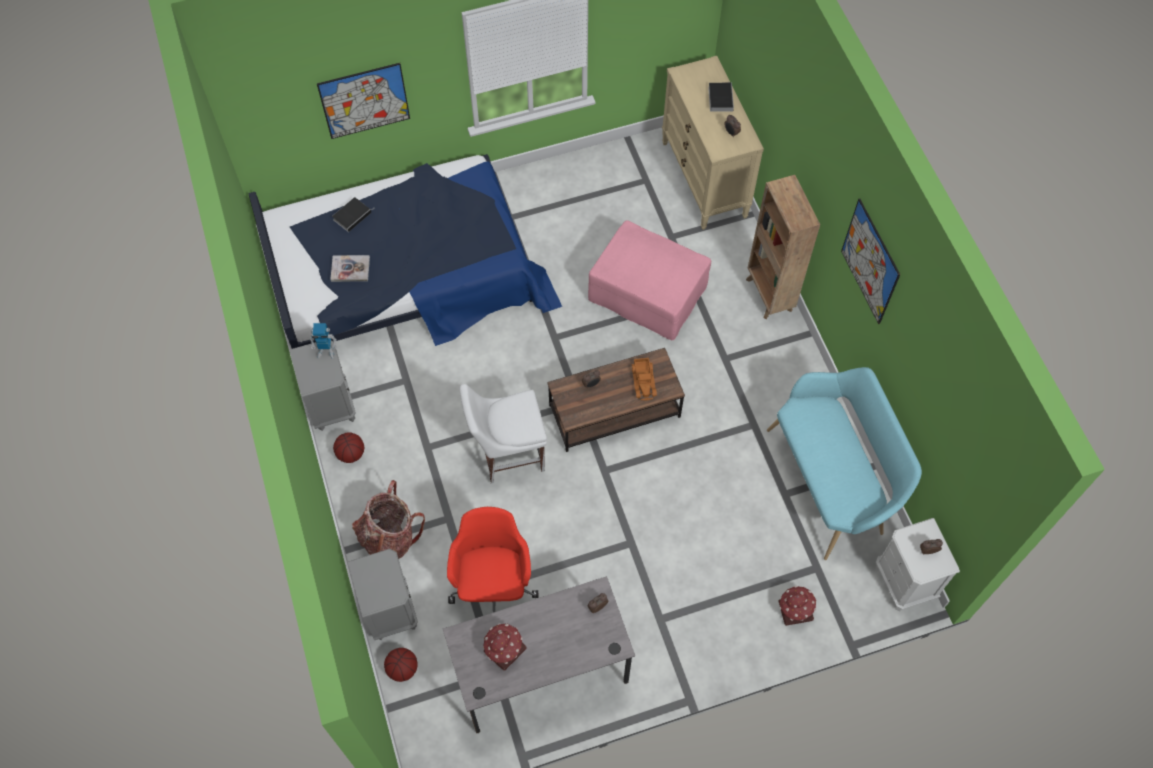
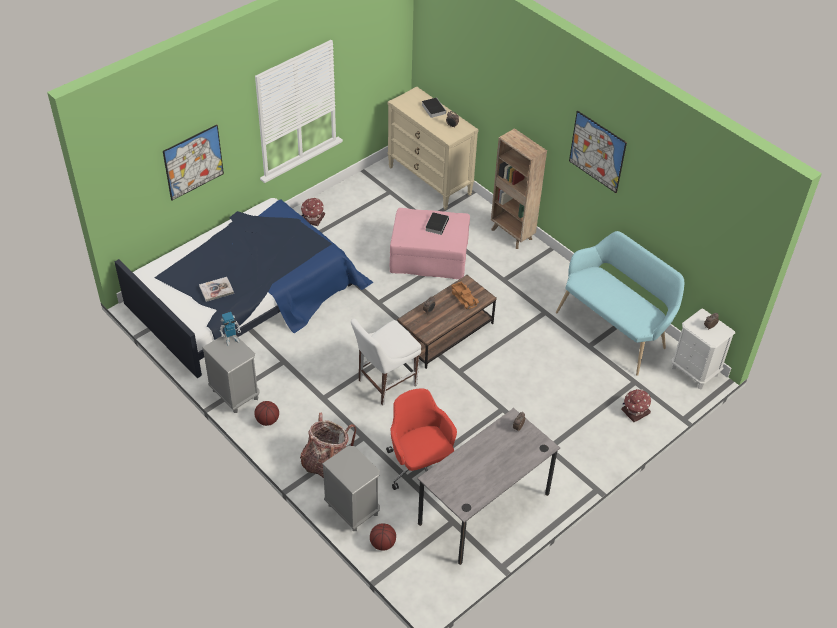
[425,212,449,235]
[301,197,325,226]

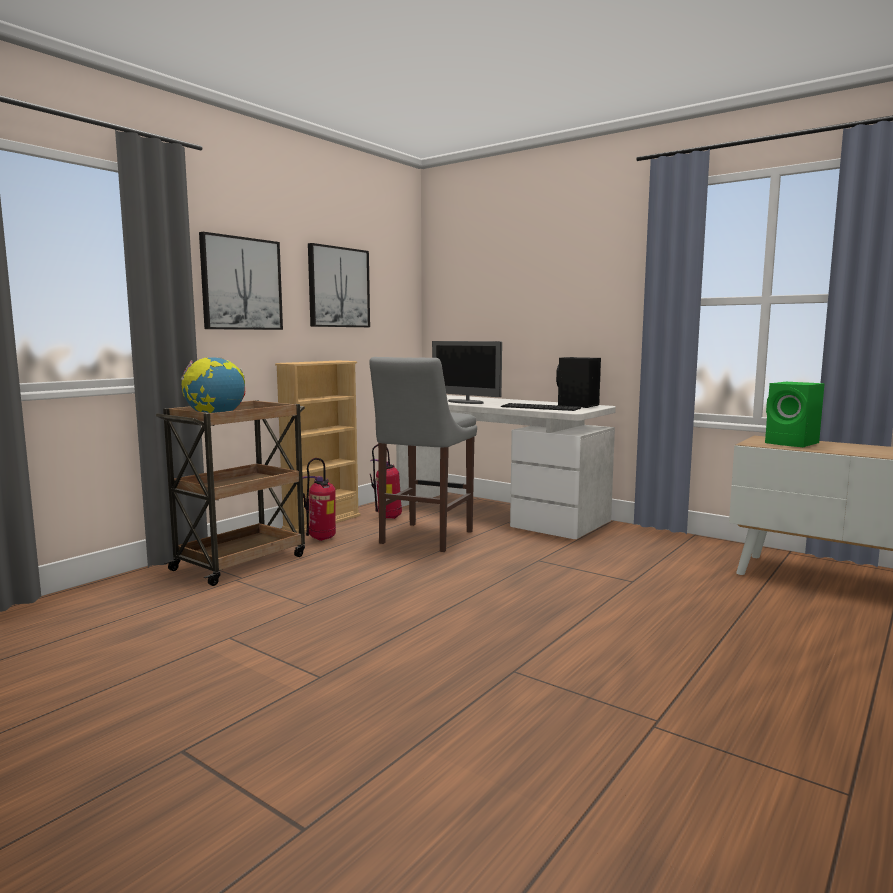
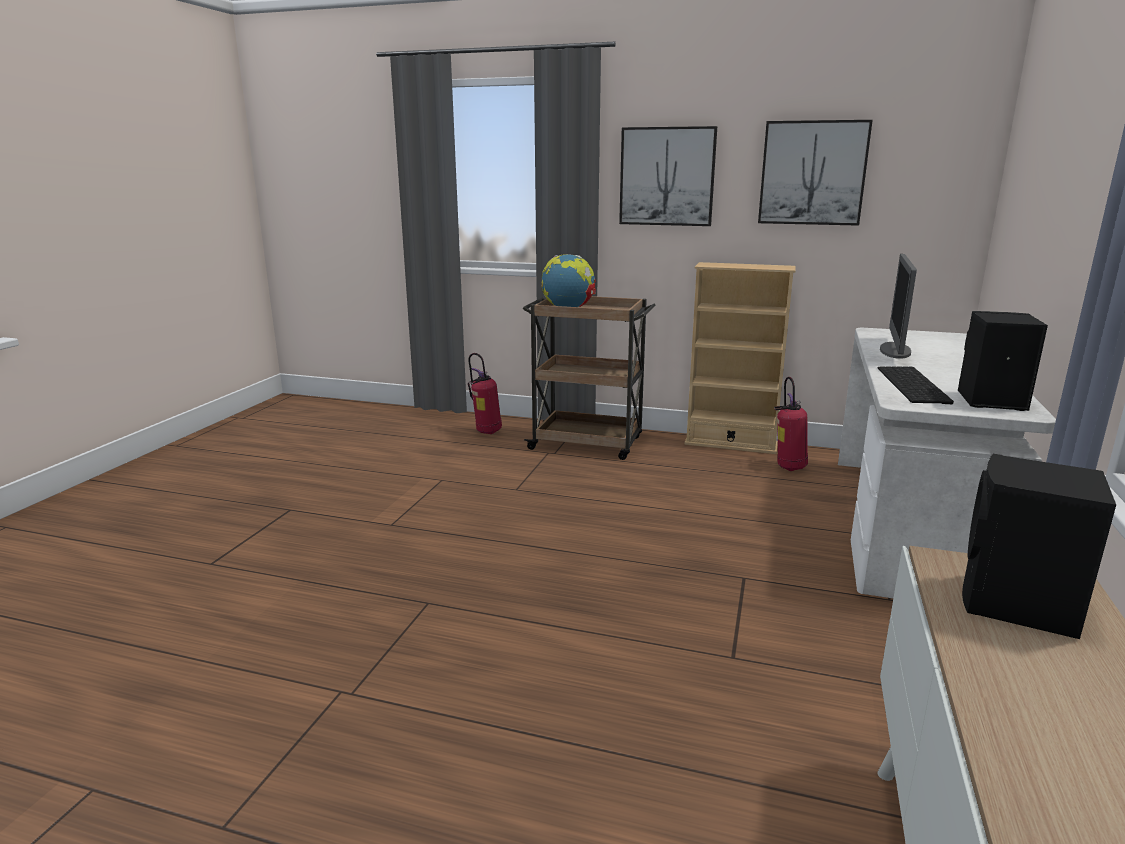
[369,357,477,552] (first image)
[468,353,502,434]
[962,454,1116,639]

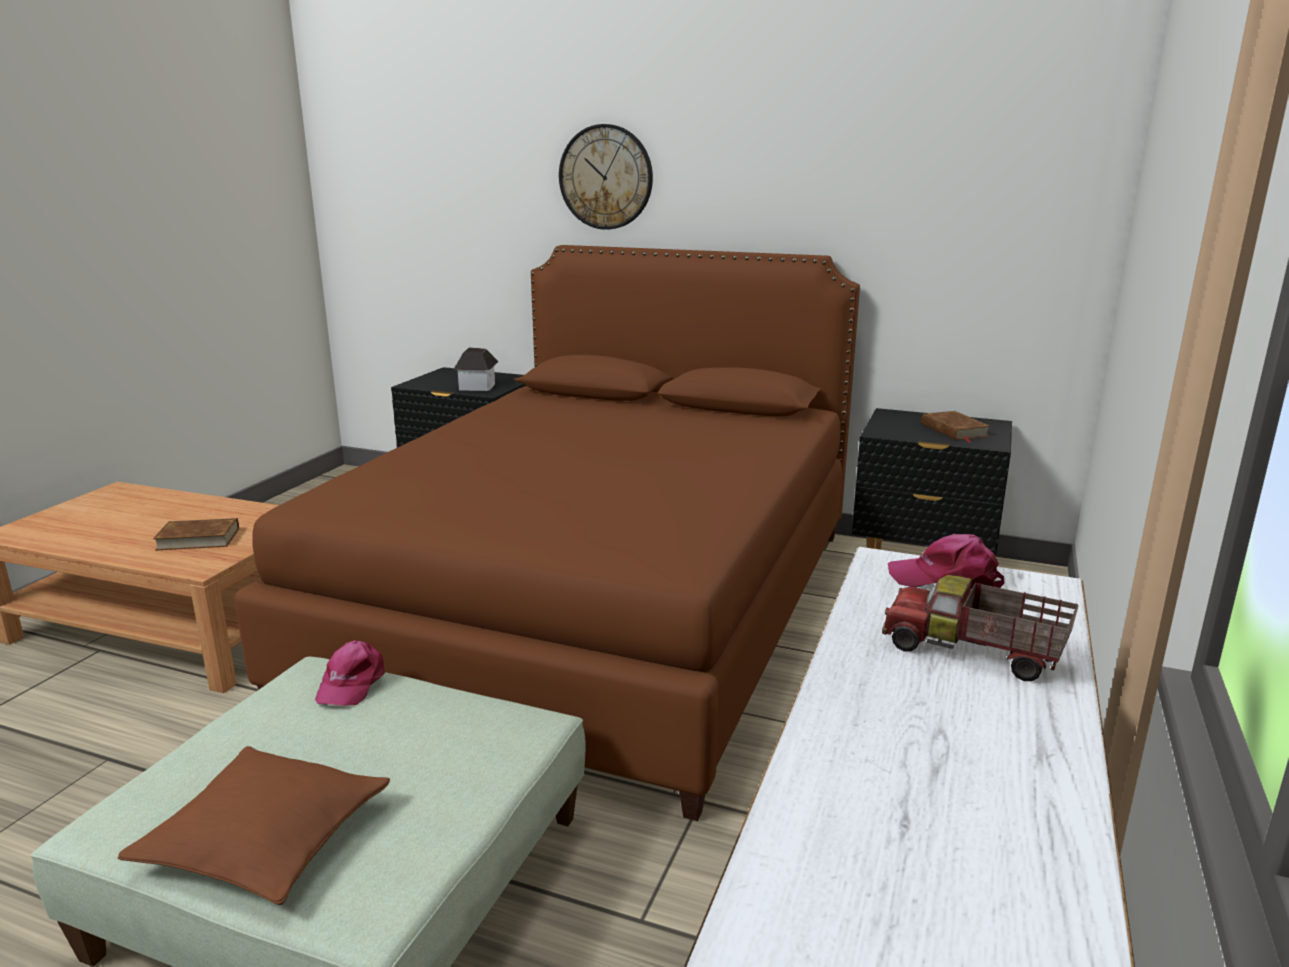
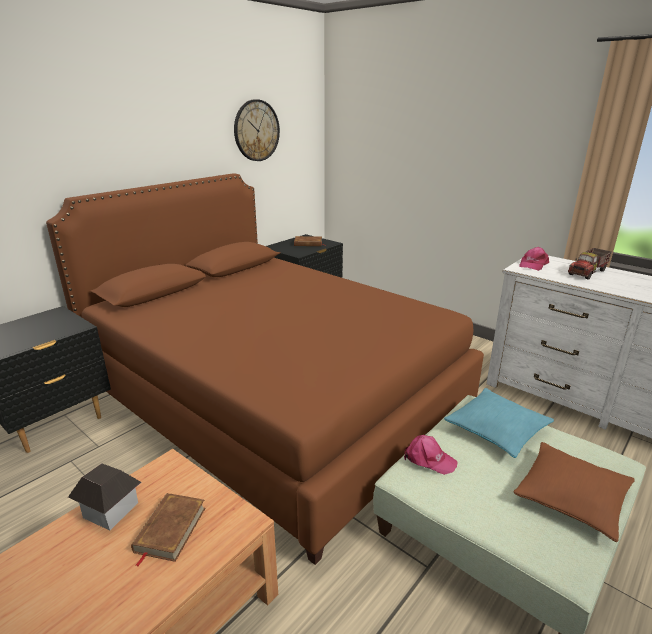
[444,388,554,458]
[68,464,142,530]
[234,99,280,161]

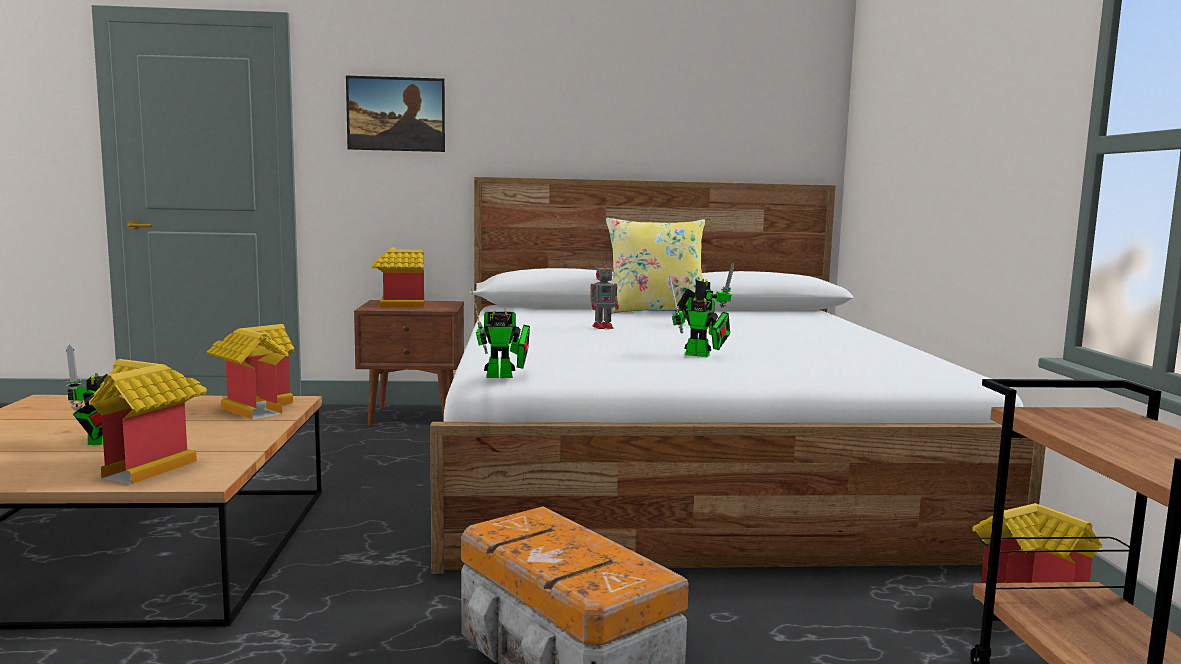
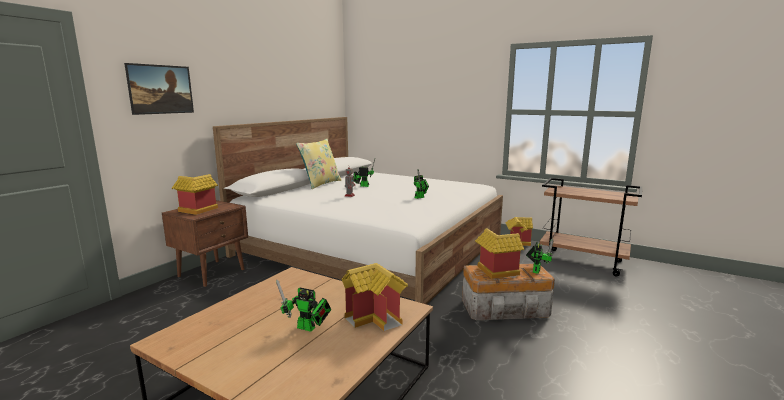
[475,229,524,279]
[526,239,553,274]

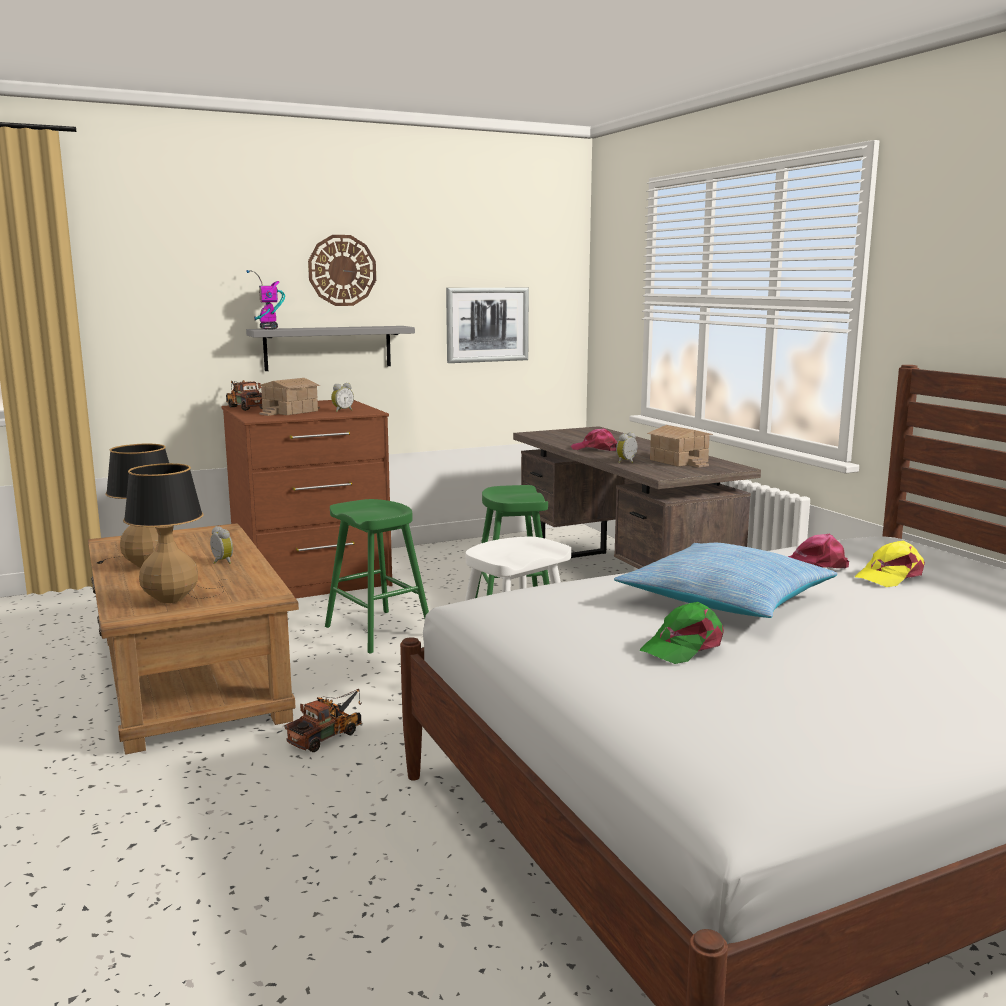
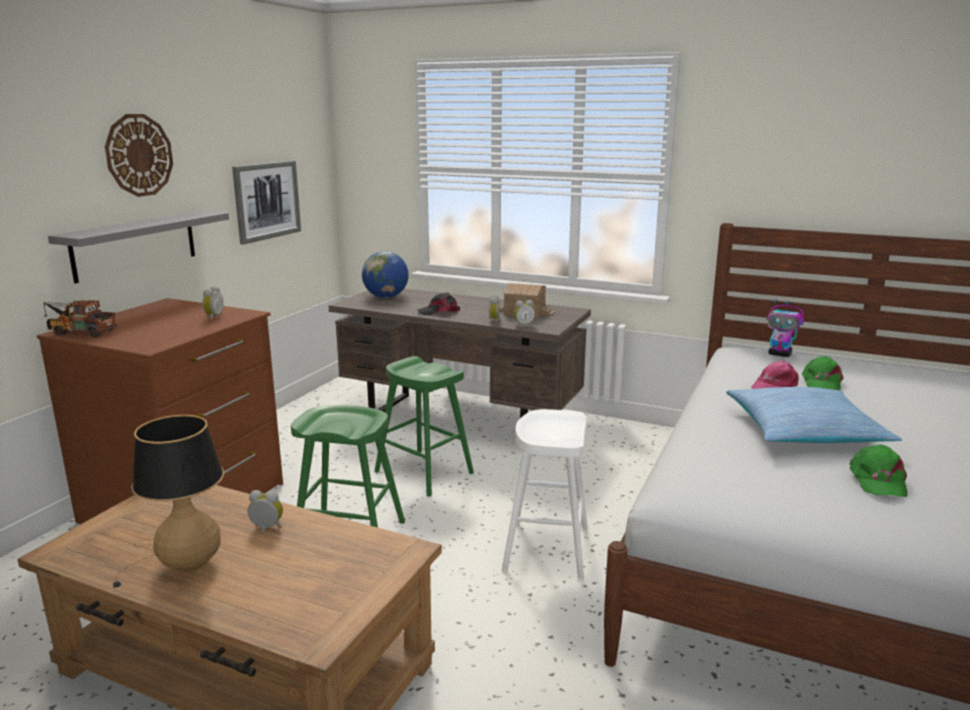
[123,463,230,603] (first image)
[259,378,320,416] (first image)
[285,689,362,752] (first image)
[362,251,409,298]
[513,300,535,327]
[767,300,804,357]
[417,292,460,315]
[802,356,844,390]

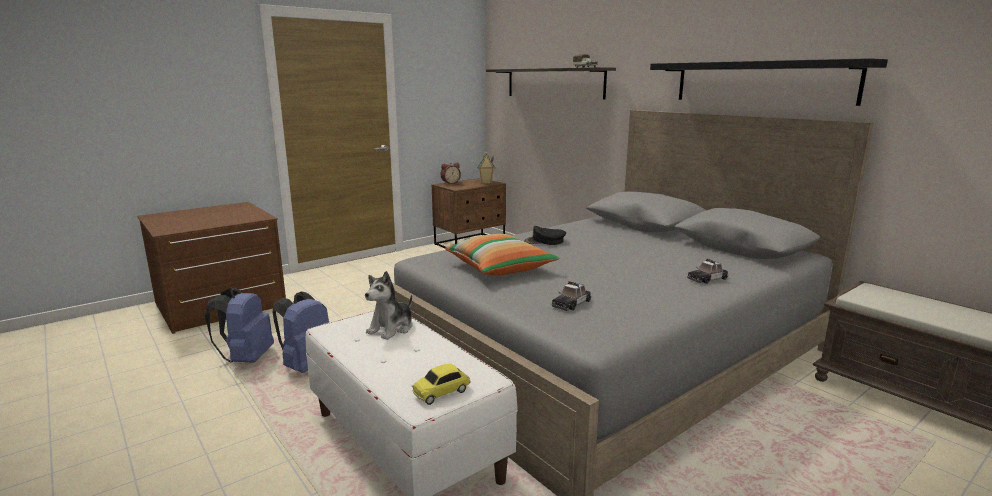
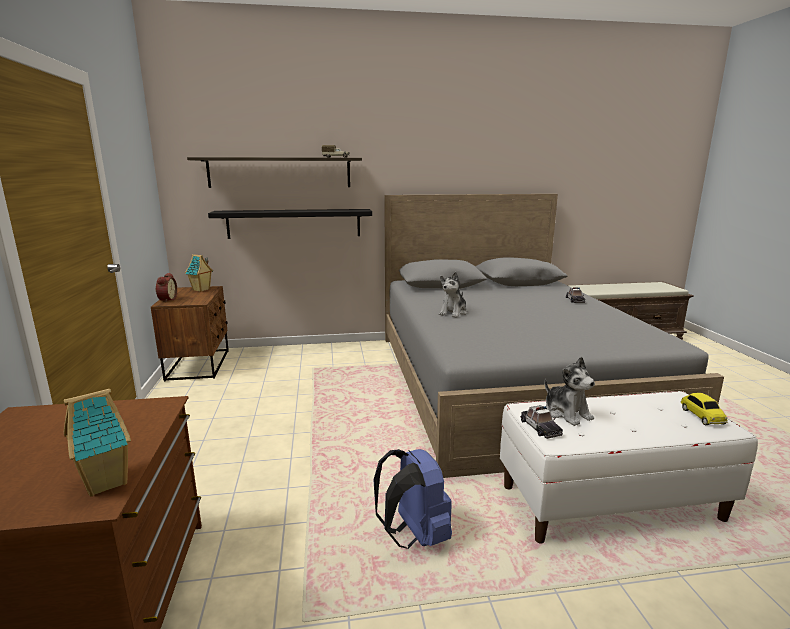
[205,288,274,363] (first image)
[445,234,559,276] (first image)
[64,389,131,497]
[520,405,563,439]
[208,209,372,239]
[439,272,467,318]

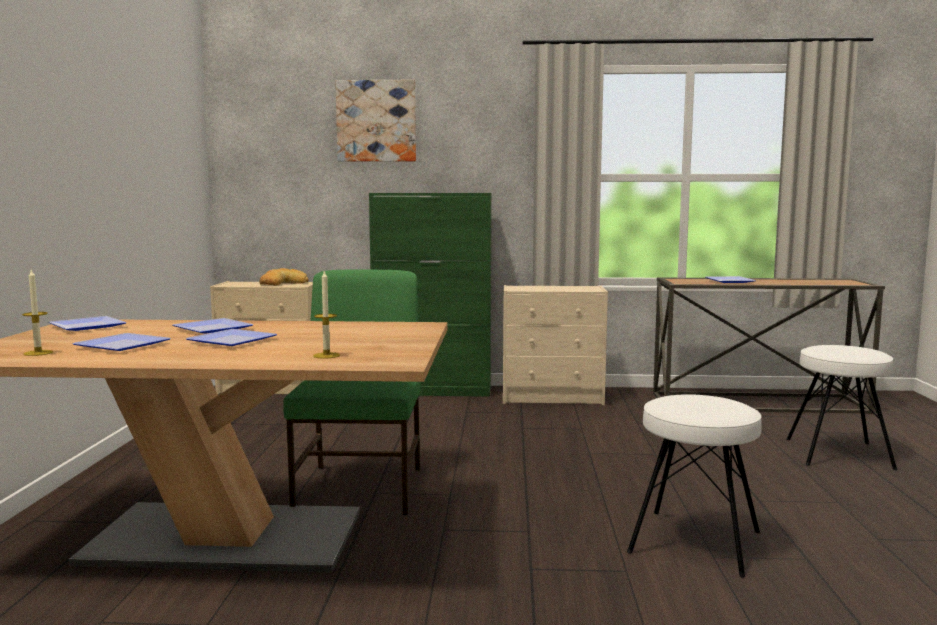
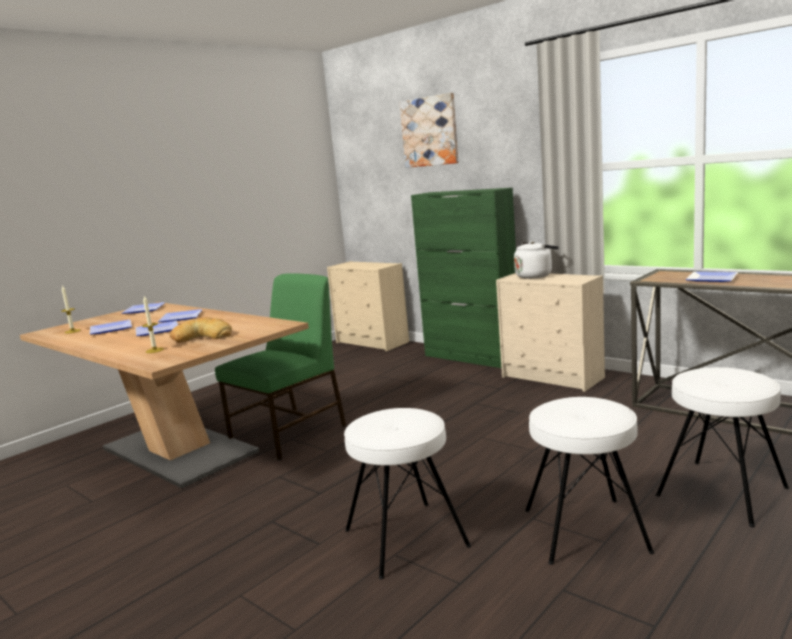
[514,241,559,279]
[525,397,654,565]
[169,317,232,343]

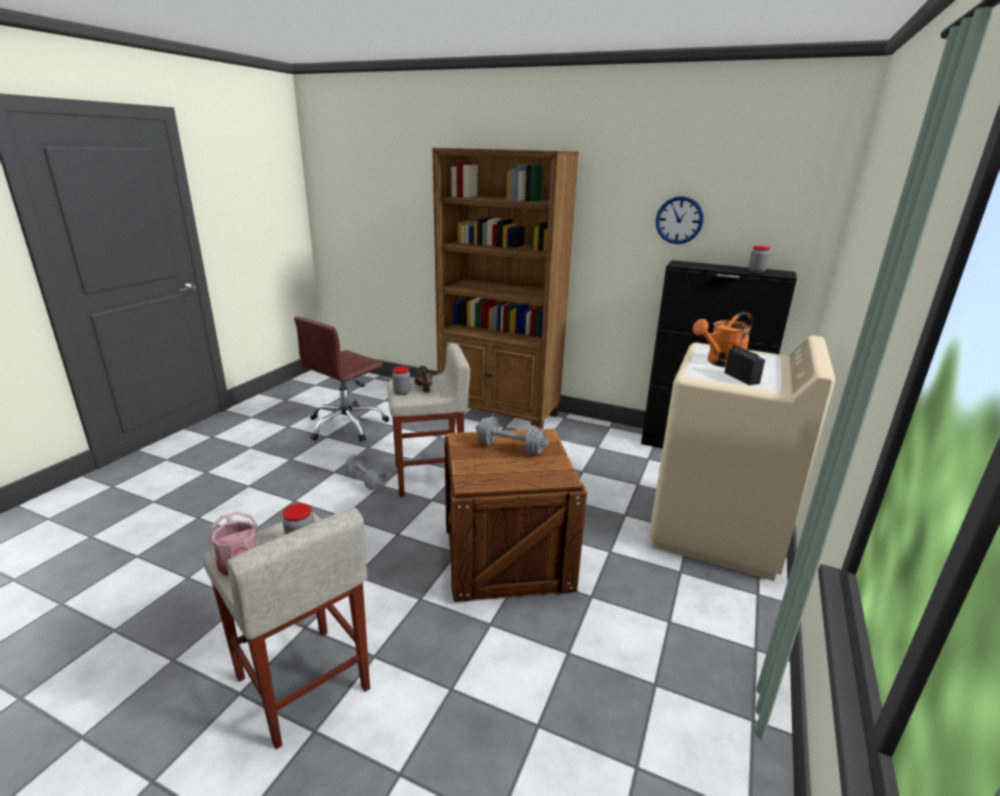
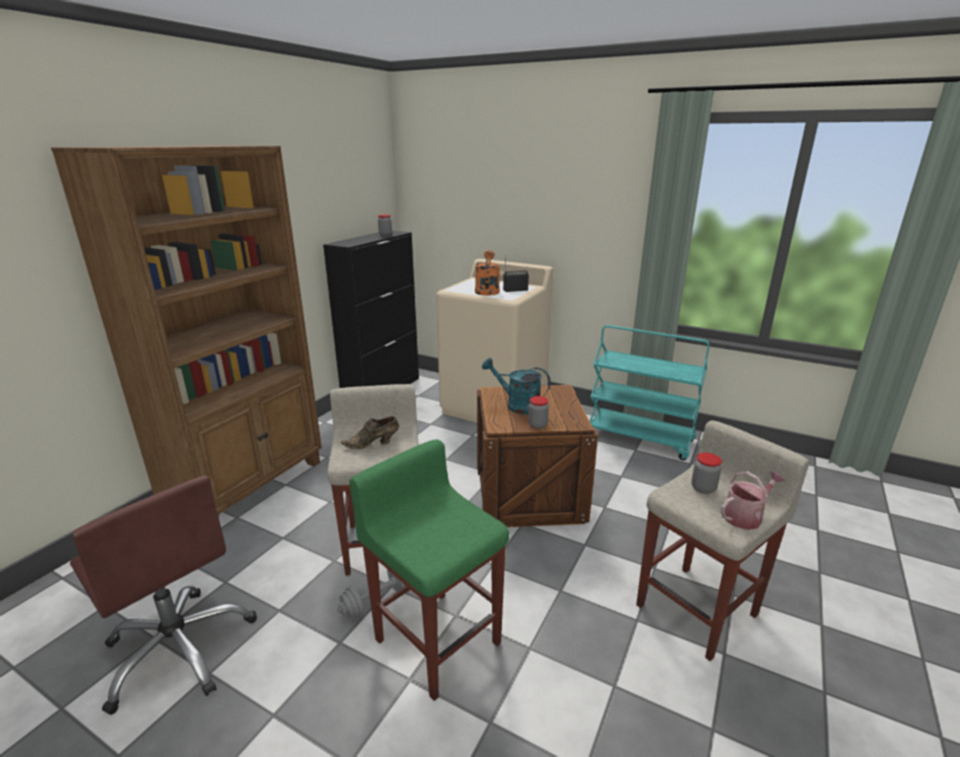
[656,196,703,244] (first image)
[349,439,509,701]
[590,325,710,460]
[528,396,549,429]
[482,358,550,415]
[475,250,500,296]

